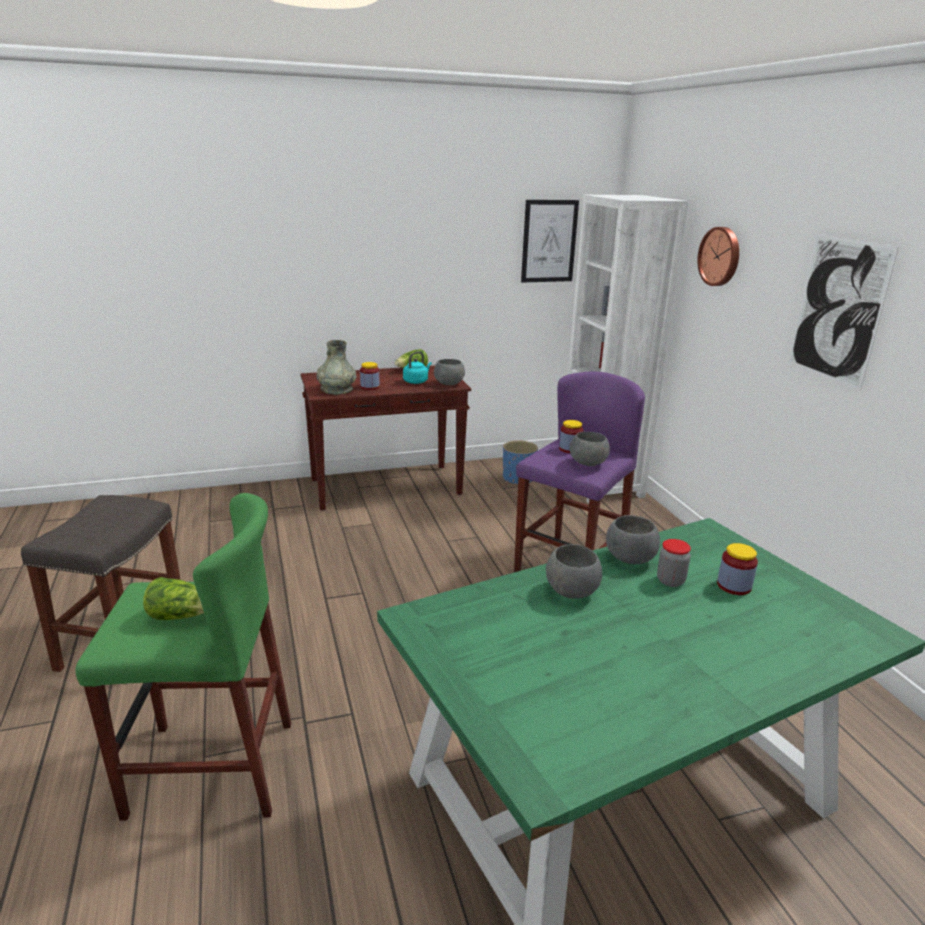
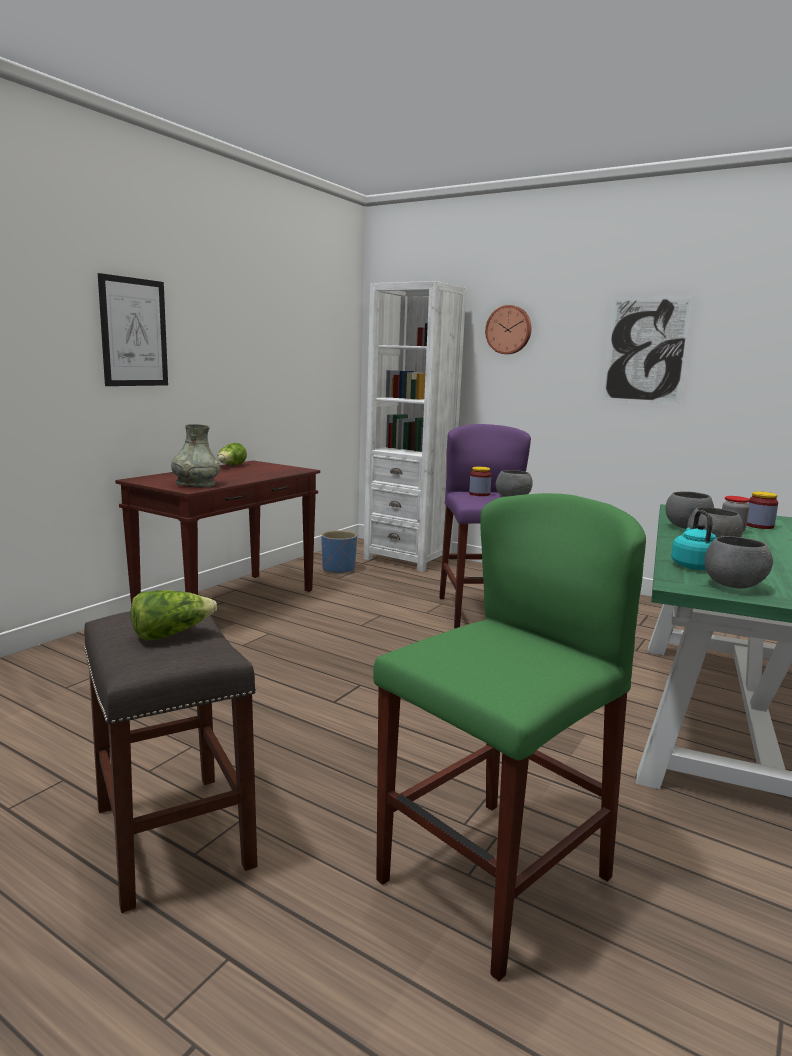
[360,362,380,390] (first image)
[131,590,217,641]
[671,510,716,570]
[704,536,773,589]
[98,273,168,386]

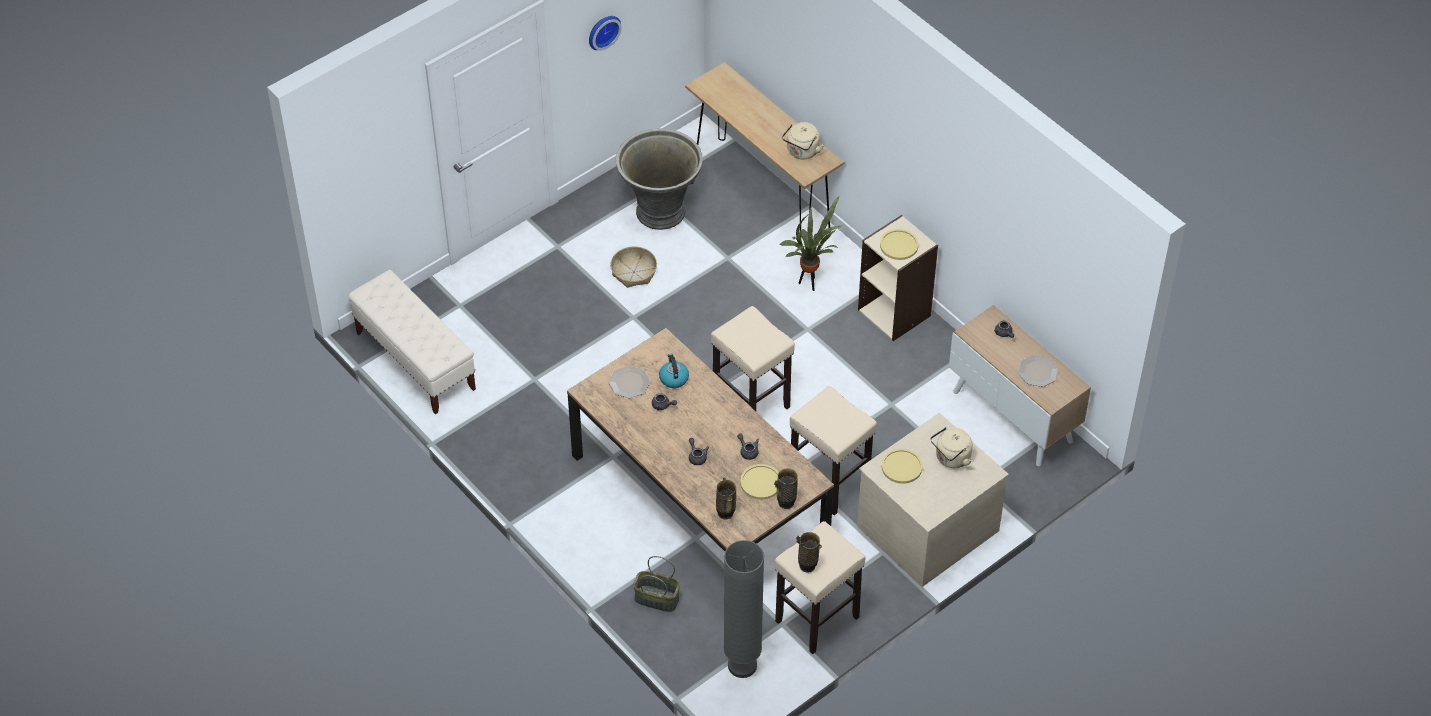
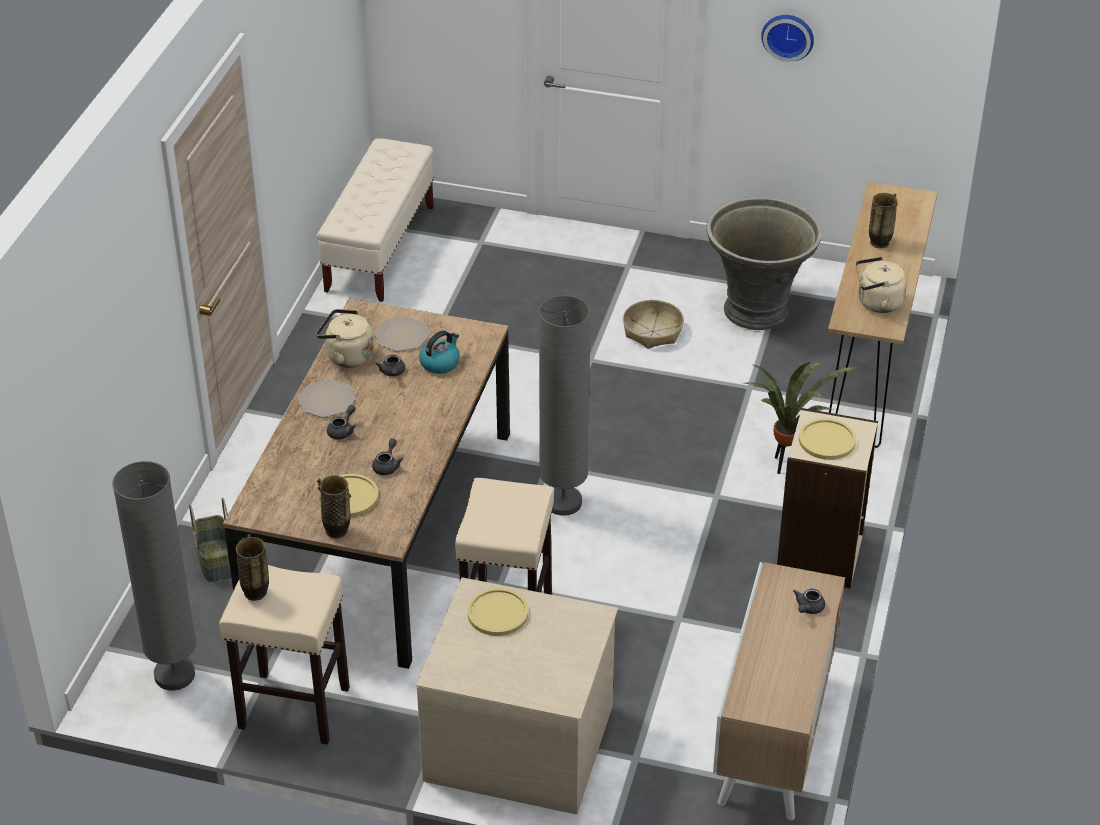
[869,193,898,248]
[316,309,374,368]
[298,379,356,417]
[539,295,591,516]

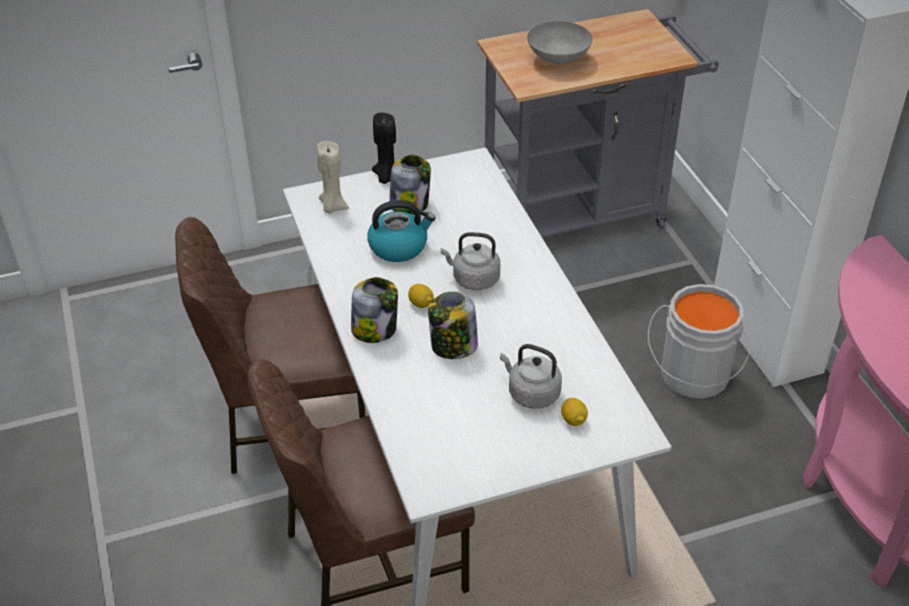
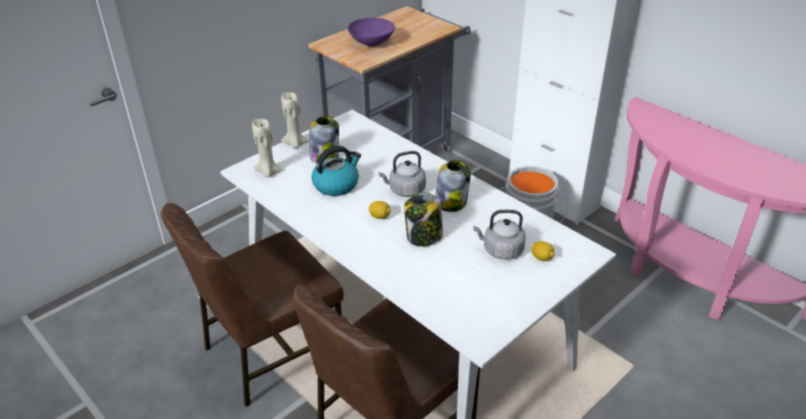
[435,160,471,212]
[281,92,309,148]
[348,18,395,47]

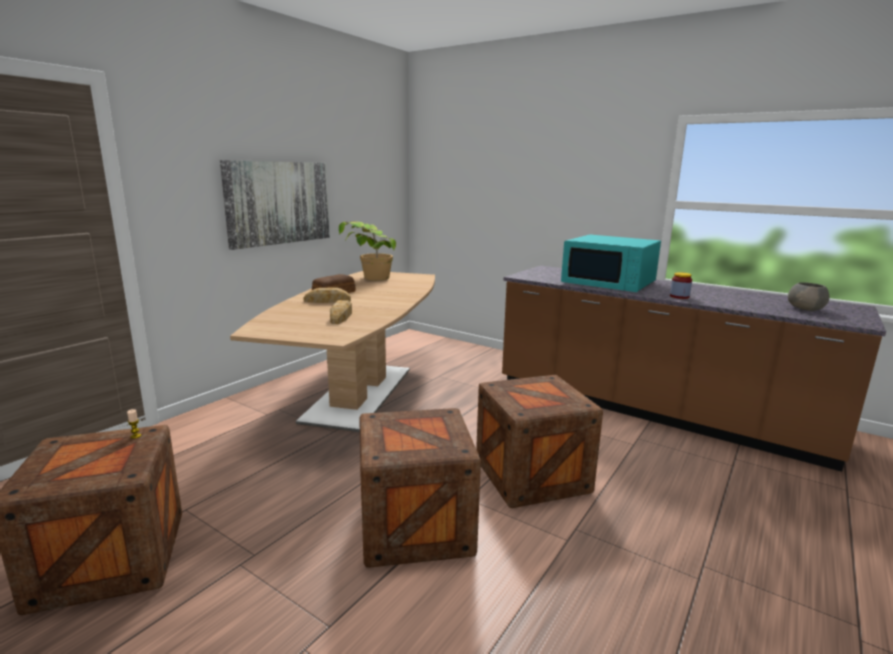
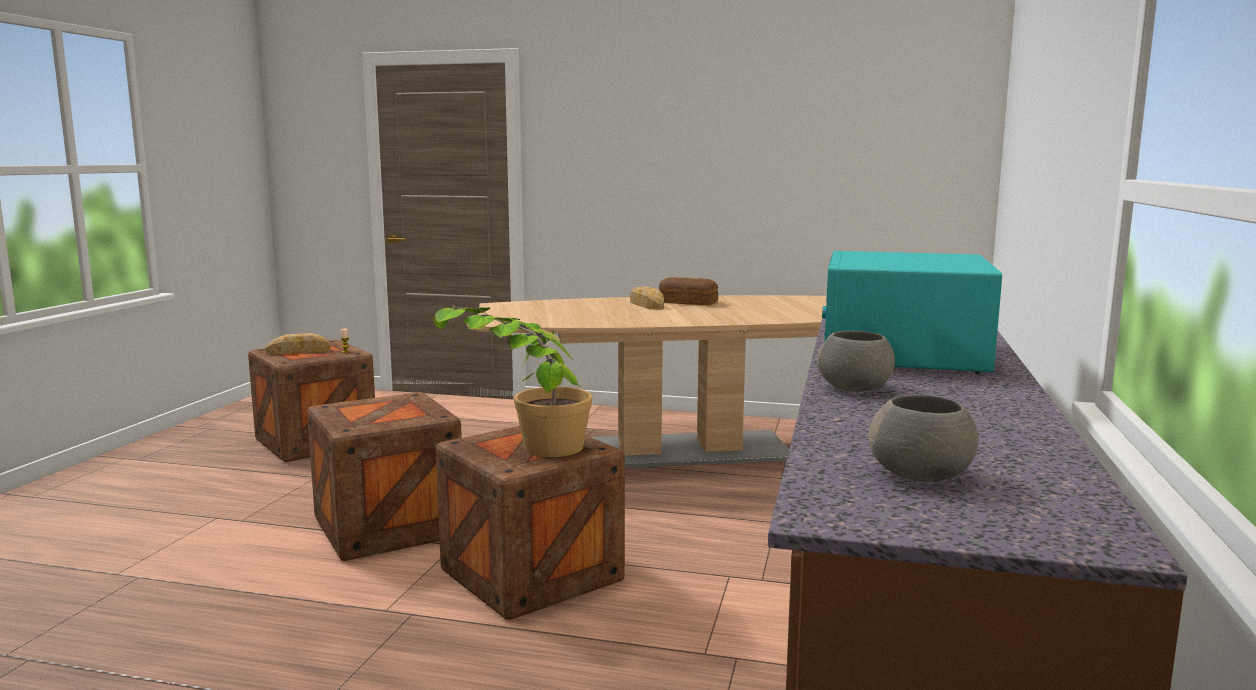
[220,160,330,250] (first image)
[266,333,331,354]
[433,306,593,457]
[817,331,895,392]

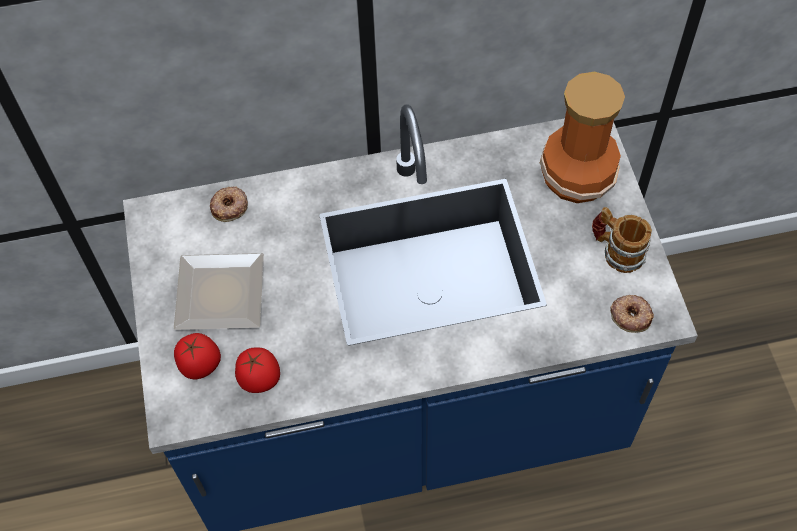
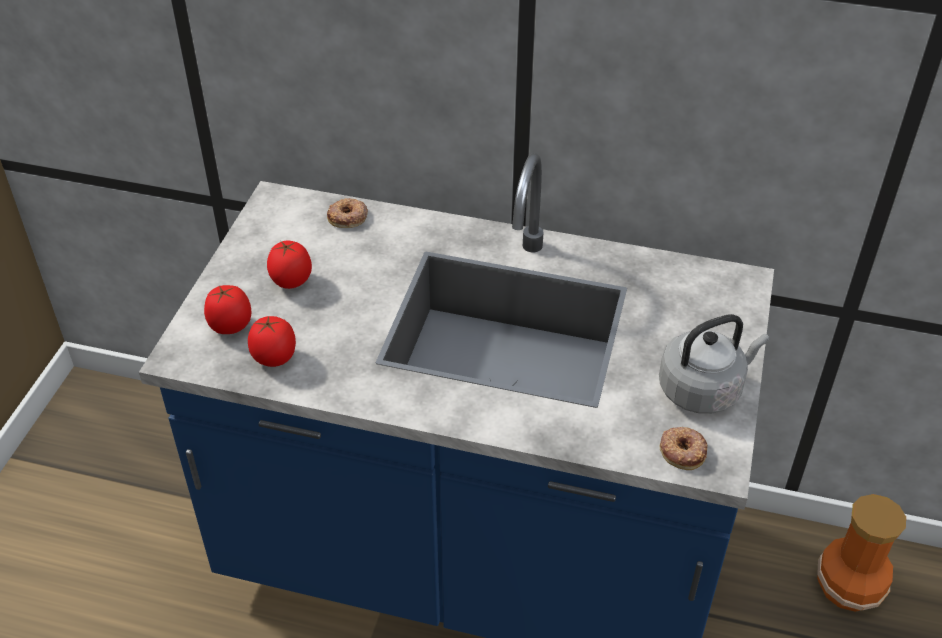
[817,494,906,612]
[267,241,312,289]
[659,314,769,414]

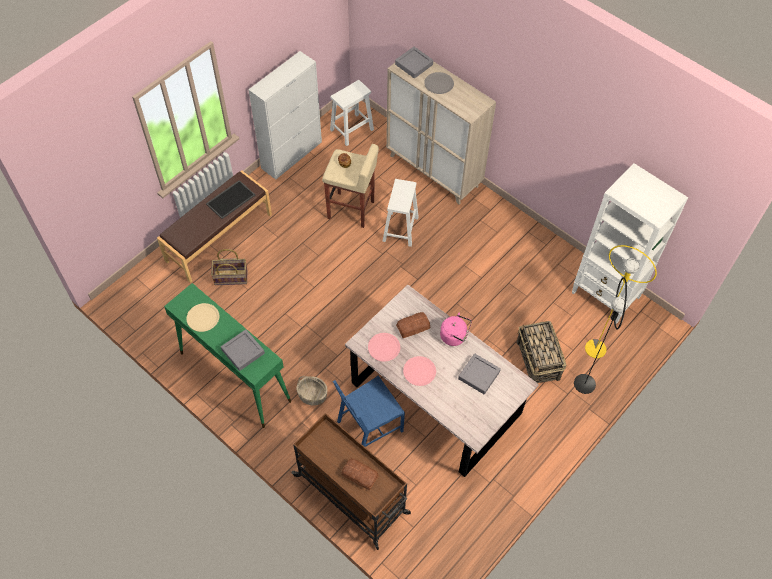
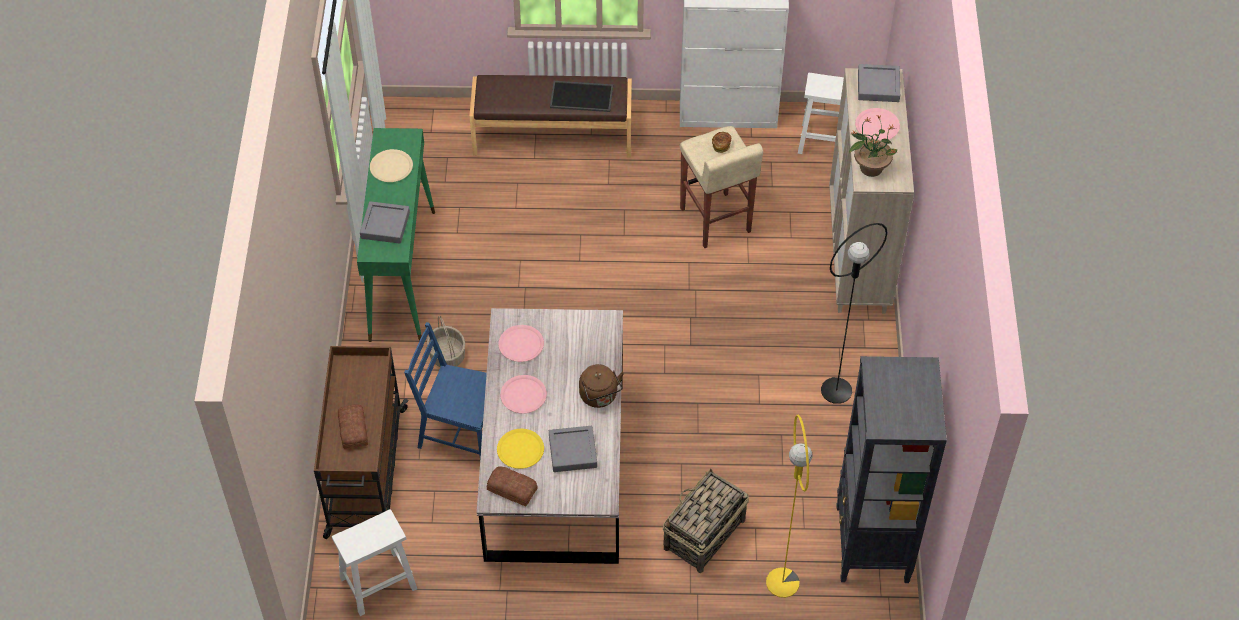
[211,249,247,285] (first image)
[497,429,544,469]
[849,115,897,177]
[332,509,417,616]
[487,466,538,506]
[821,223,888,404]
[855,108,900,141]
[579,364,624,408]
[836,356,947,583]

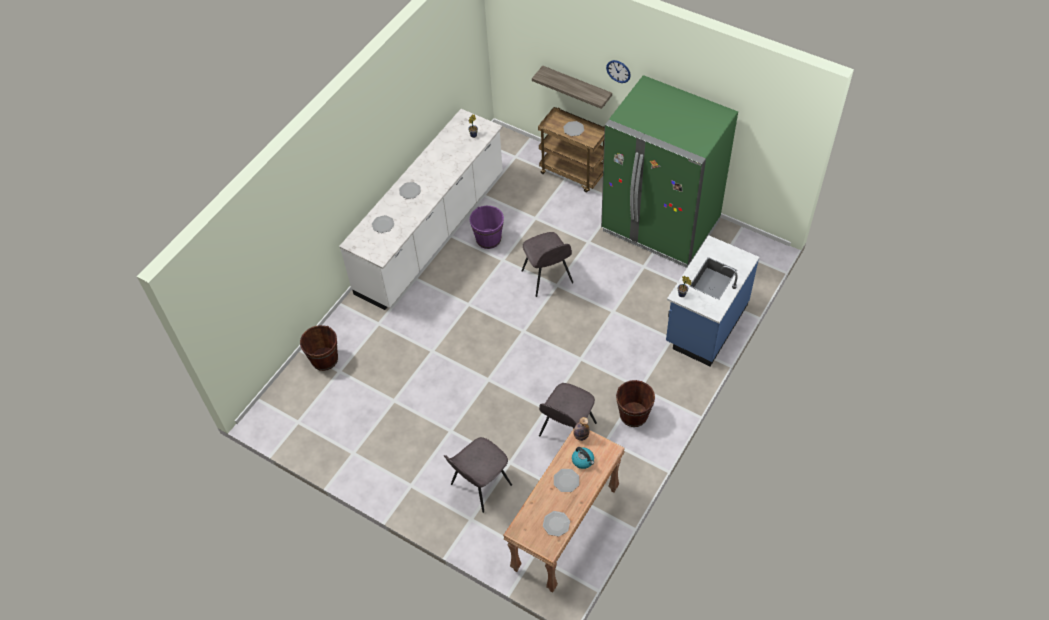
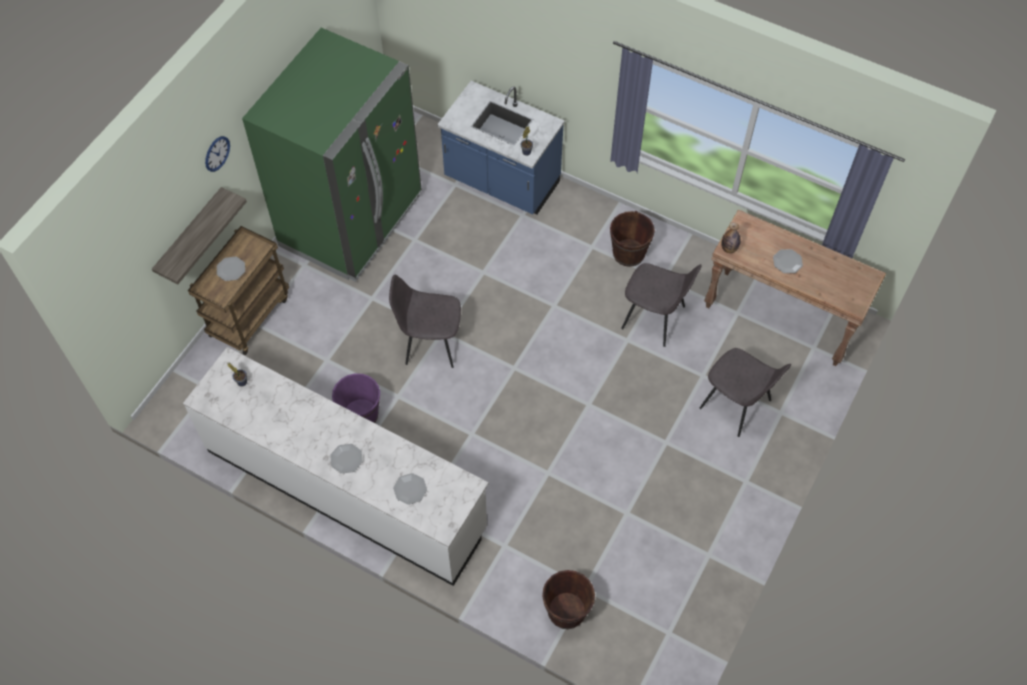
[543,511,570,537] (first image)
[572,447,594,469] (first image)
[389,275,461,368]

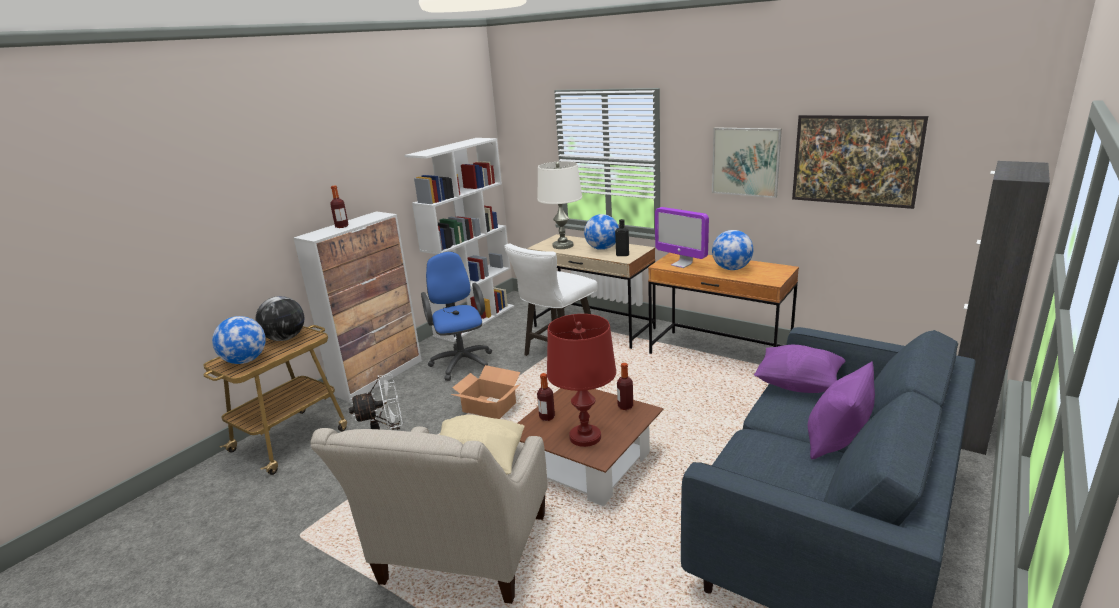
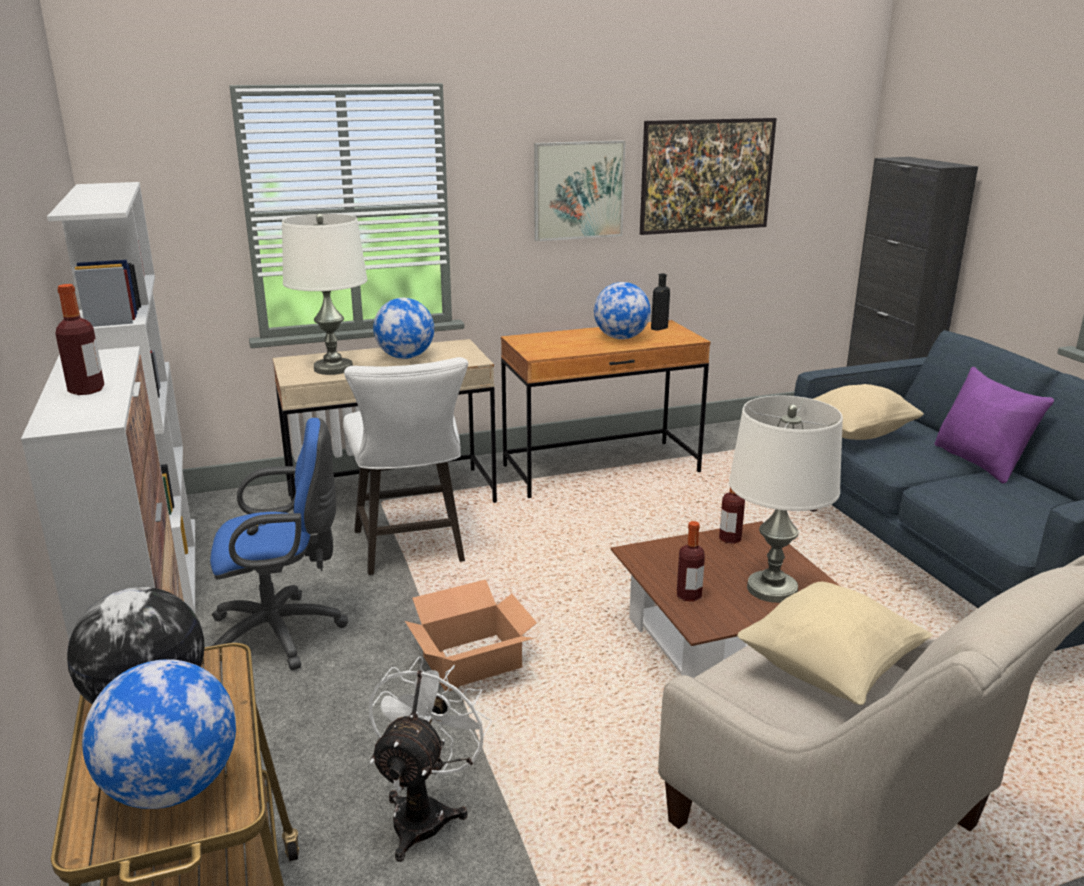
[655,207,709,268] (first image)
[651,273,670,330]
[729,395,843,603]
[814,384,924,440]
[210,418,348,670]

